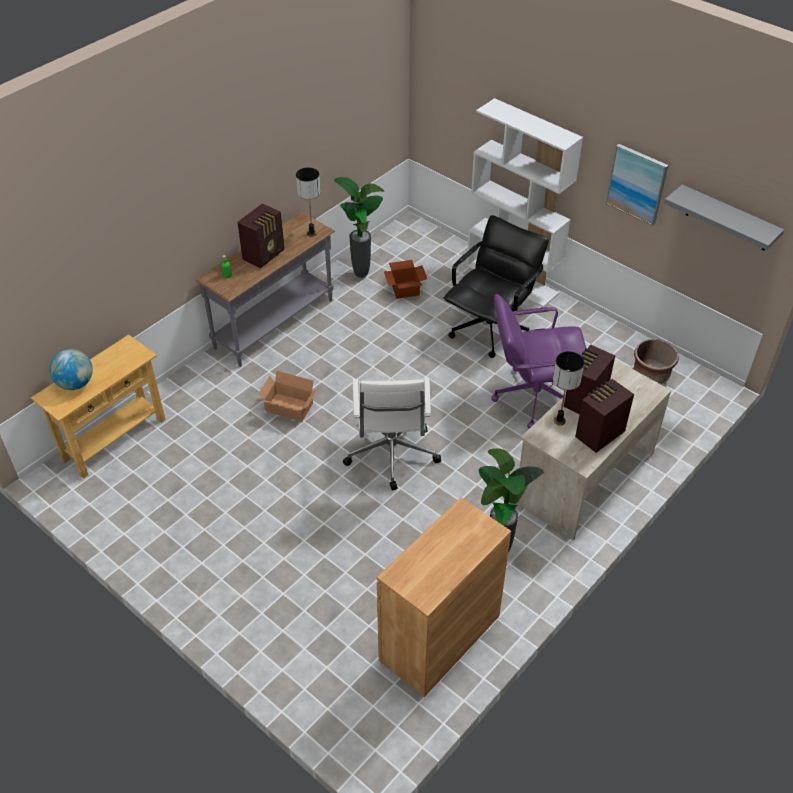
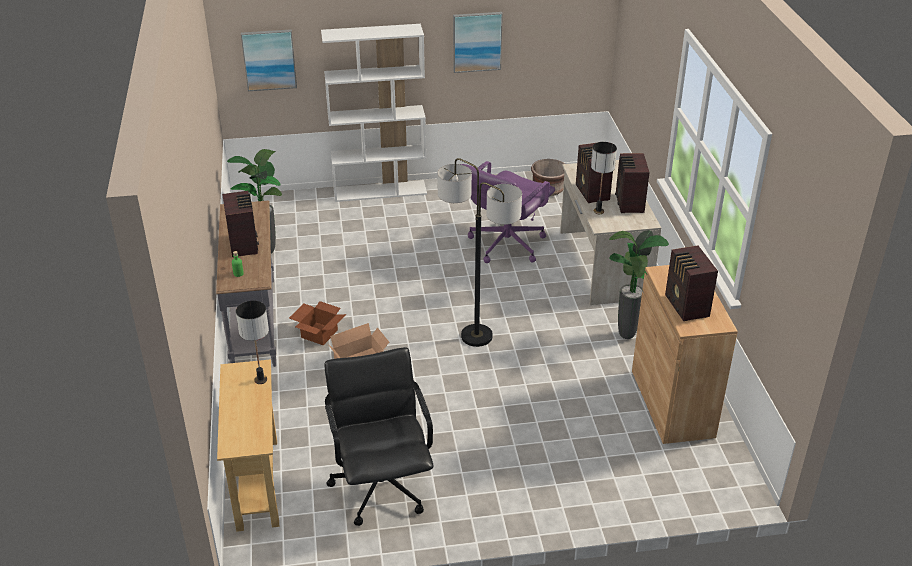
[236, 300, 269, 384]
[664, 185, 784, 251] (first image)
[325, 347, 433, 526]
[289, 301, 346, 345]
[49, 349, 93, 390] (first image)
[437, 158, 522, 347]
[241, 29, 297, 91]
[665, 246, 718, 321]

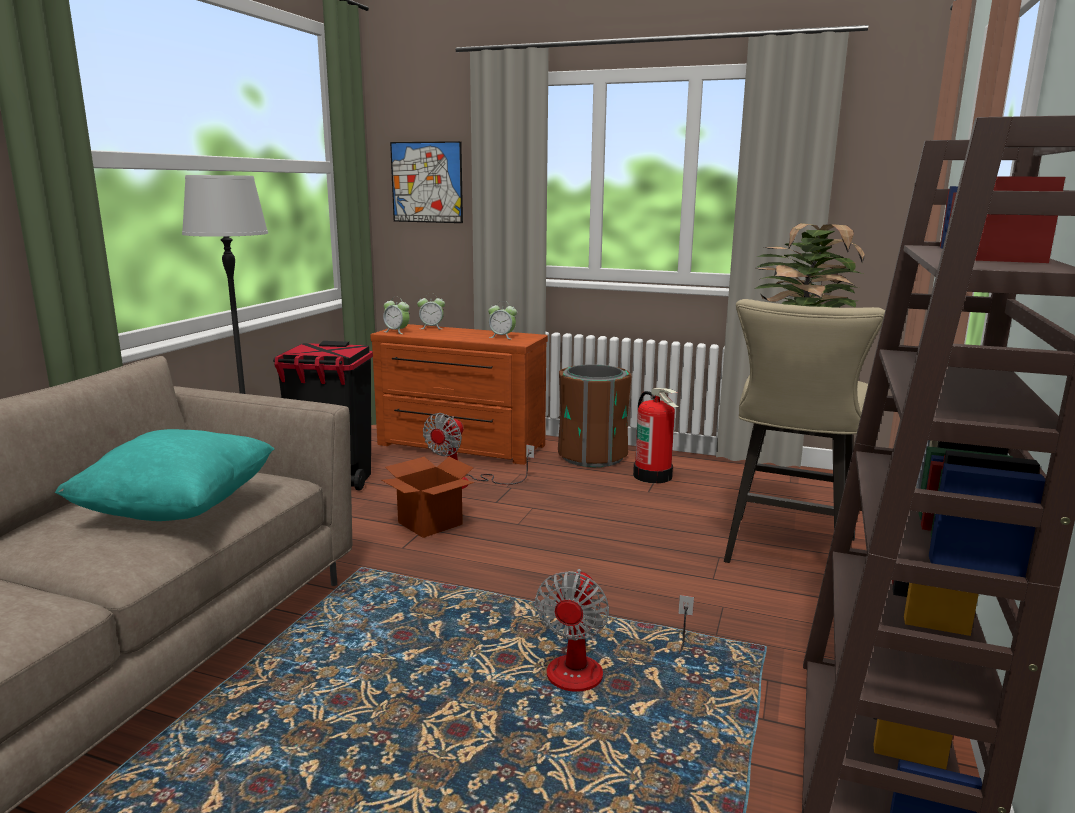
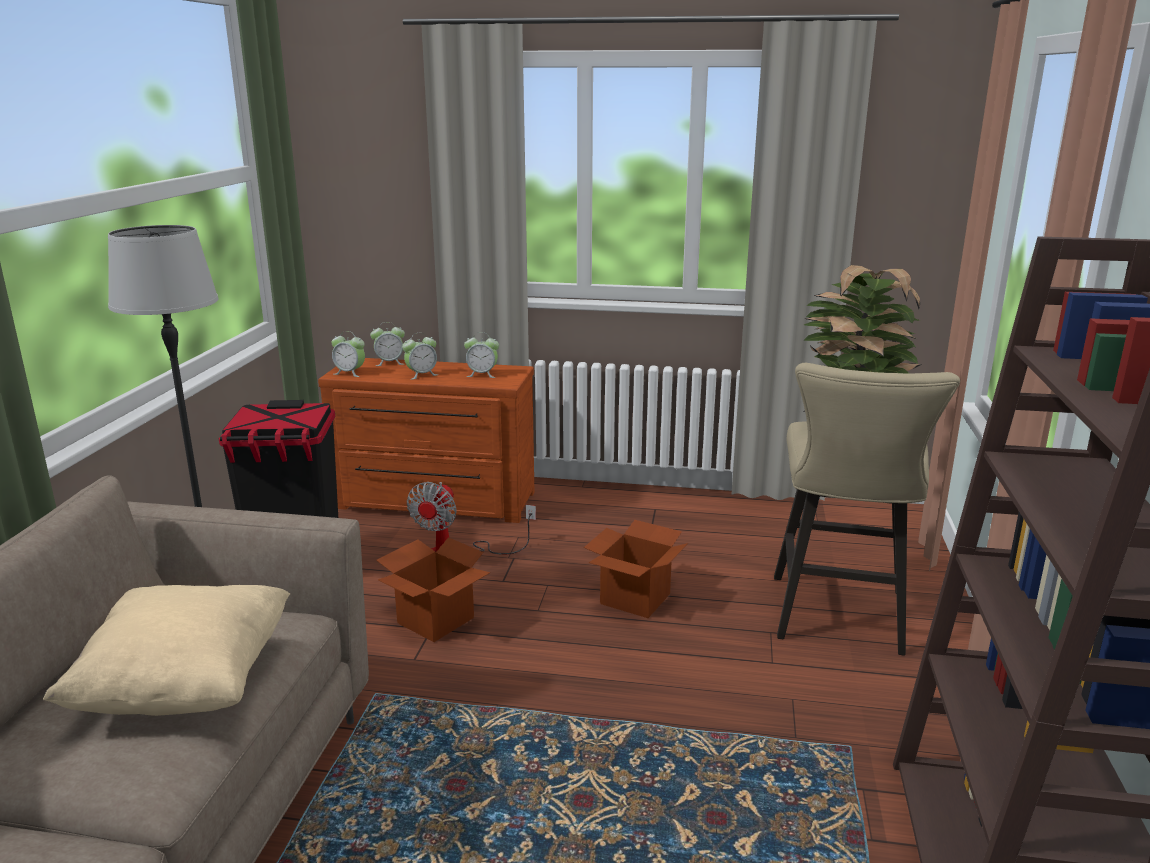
[390, 141, 463, 223] (first image)
[558, 364, 631, 467] (first image)
[633, 388, 678, 483] (first image)
[43, 585, 290, 716]
[535, 569, 694, 692] (first image)
[402, 333, 438, 380]
[584, 520, 688, 618]

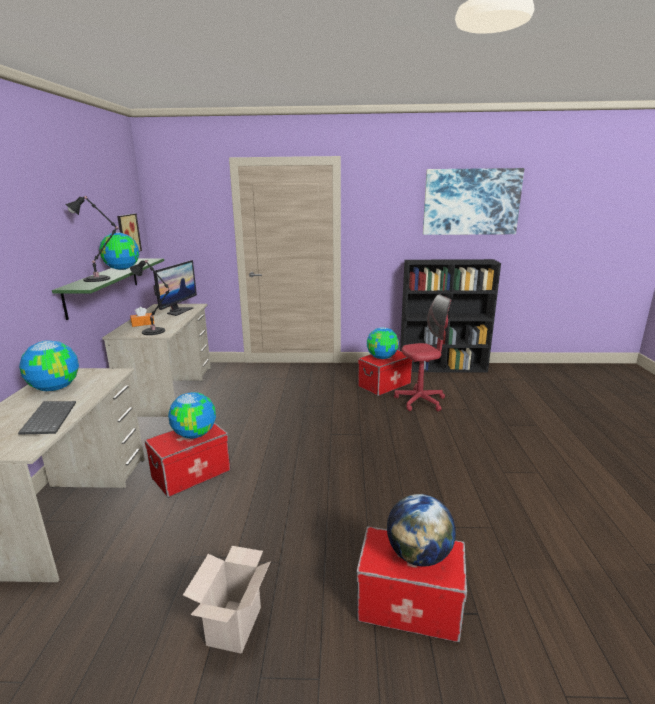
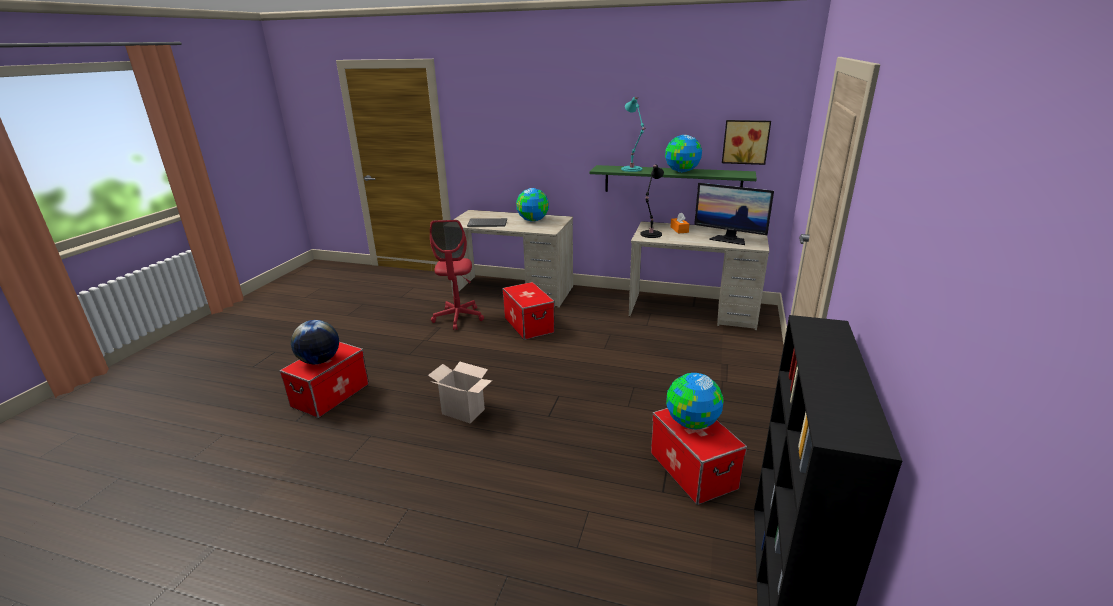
[423, 168, 524, 235] (first image)
[621, 97, 646, 172]
[430, 220, 484, 330]
[168, 392, 216, 439] (first image)
[428, 362, 492, 423]

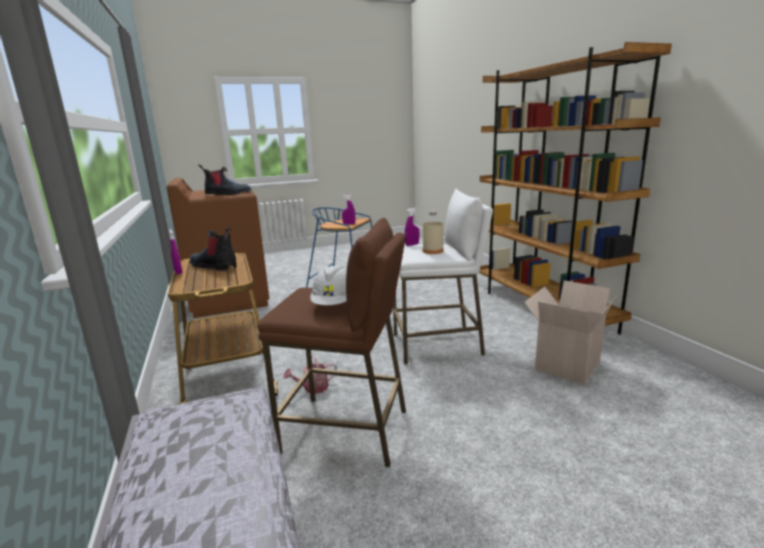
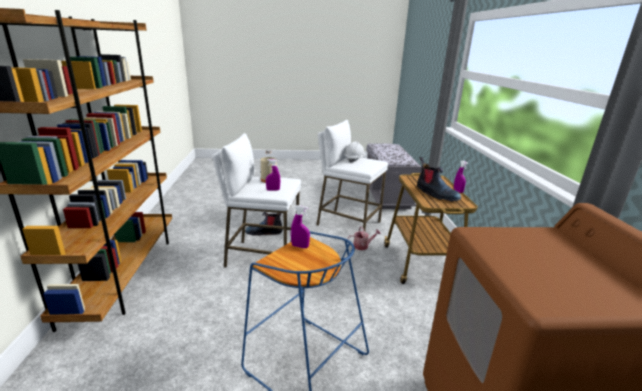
[245, 212, 283, 235]
[316, 120, 388, 231]
[524, 280, 617, 385] (first image)

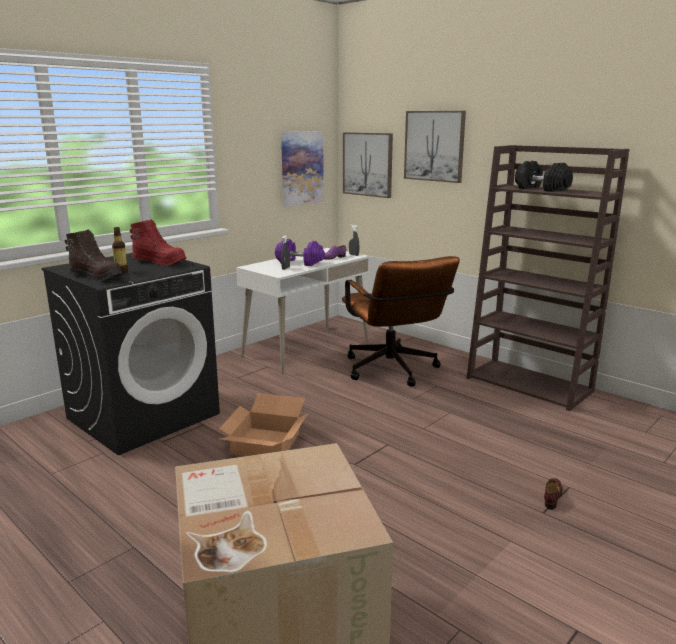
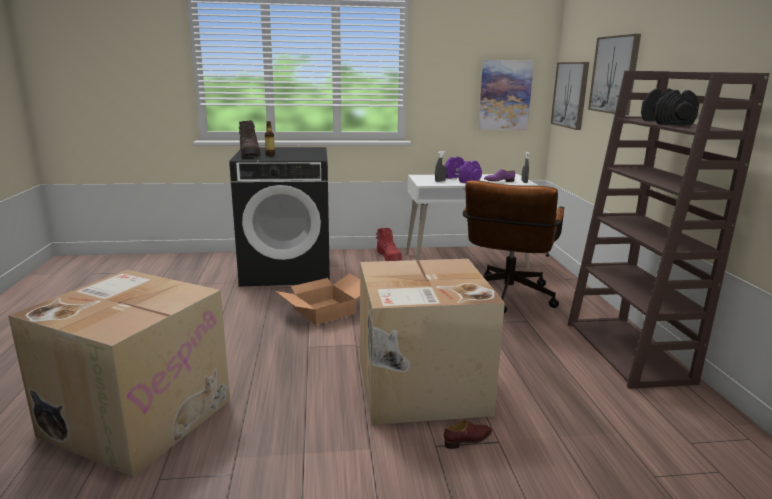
[376, 228, 402, 261]
[360, 259, 505, 425]

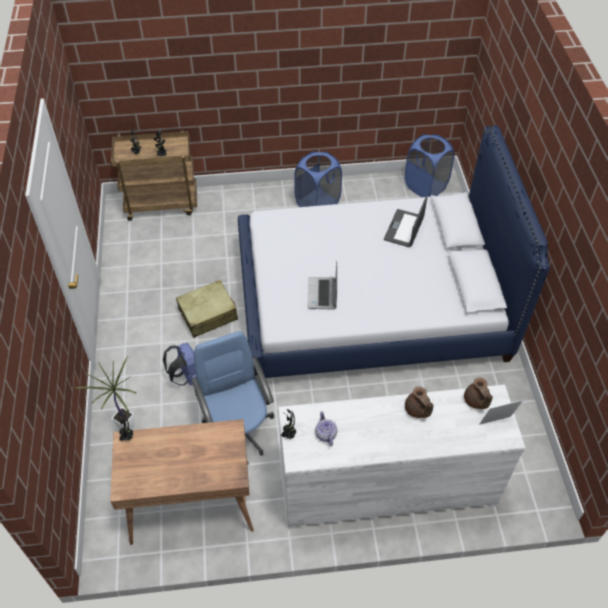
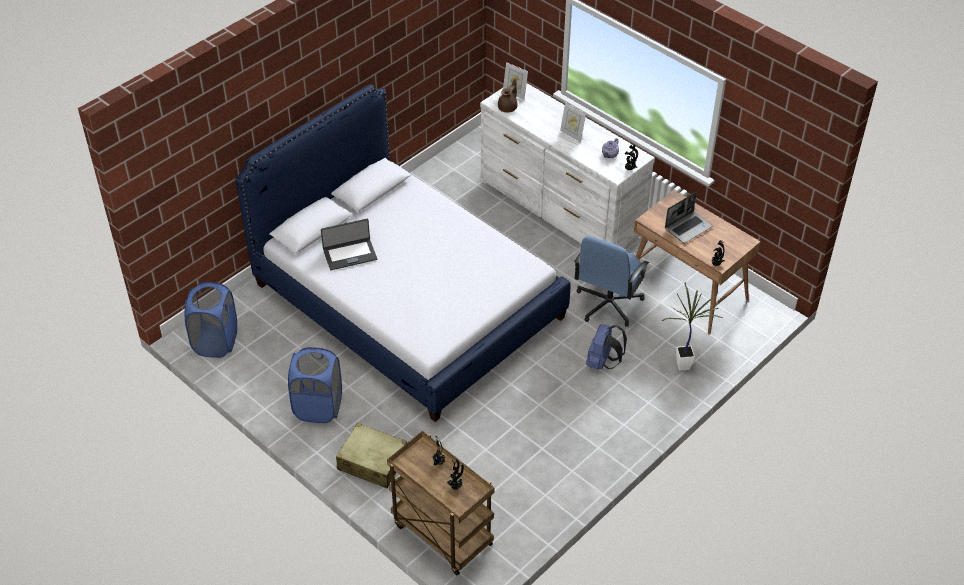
[665, 192, 712, 243]
[336, 423, 407, 488]
[405, 387, 434, 418] (first image)
[560, 102, 586, 142]

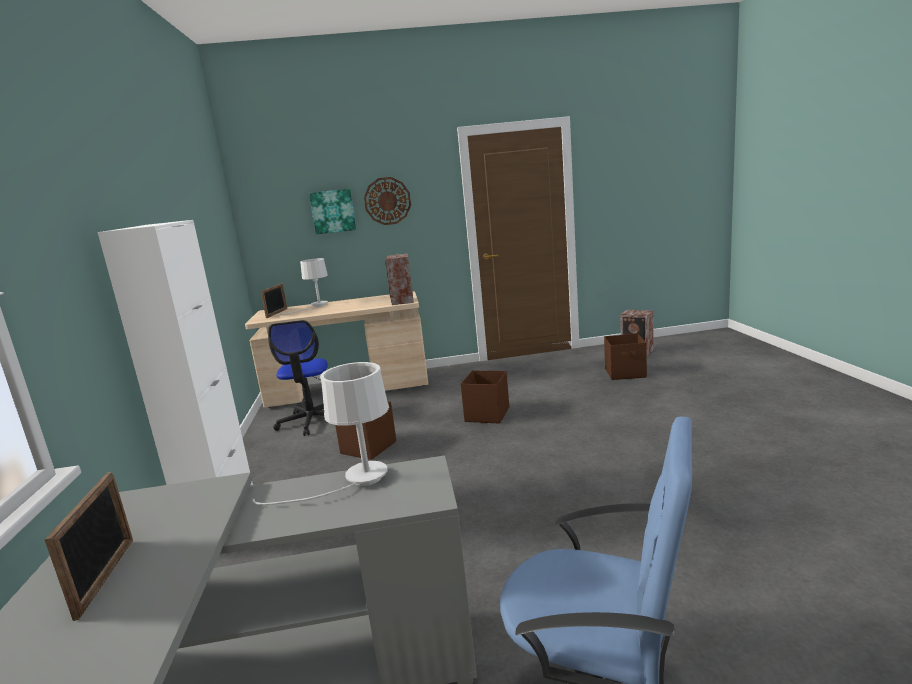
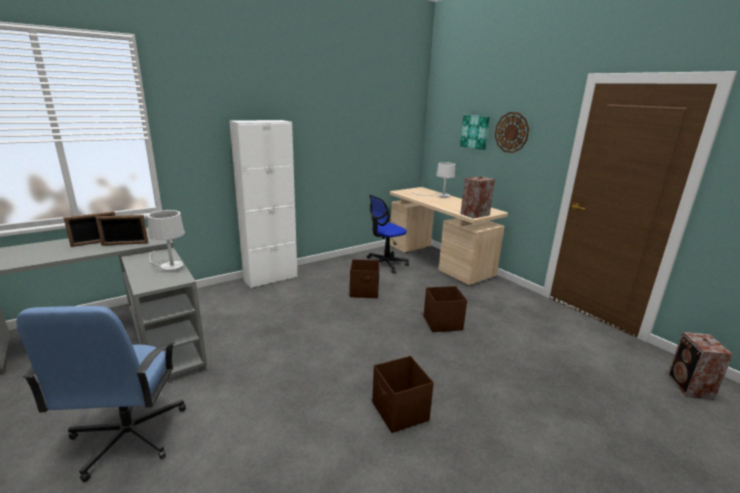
[95, 215, 148, 246]
[372, 356, 434, 433]

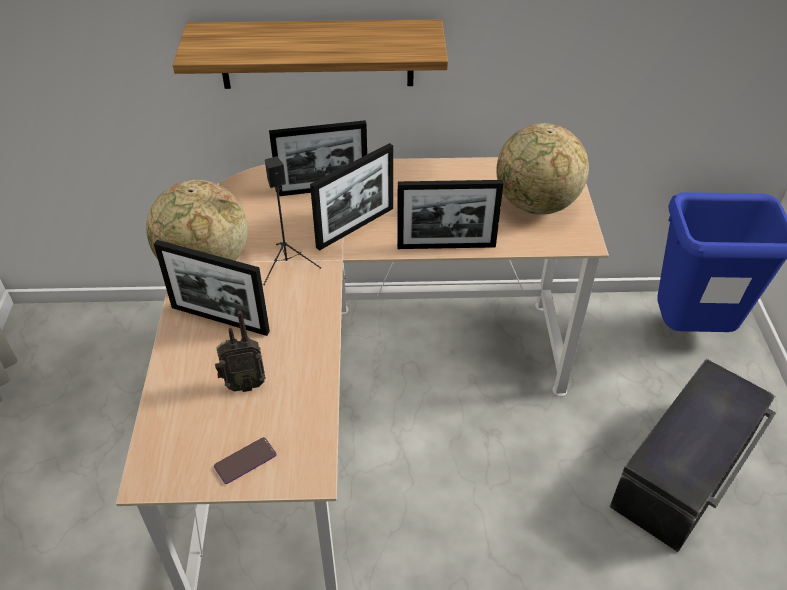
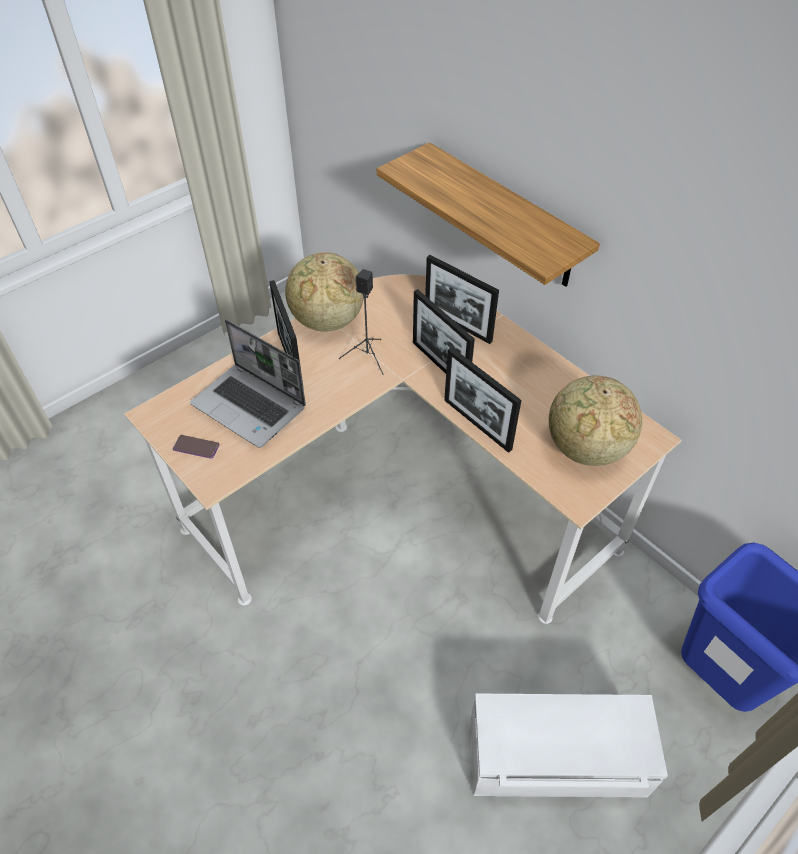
[413, 289, 475, 374]
[190, 320, 306, 448]
[470, 693, 668, 798]

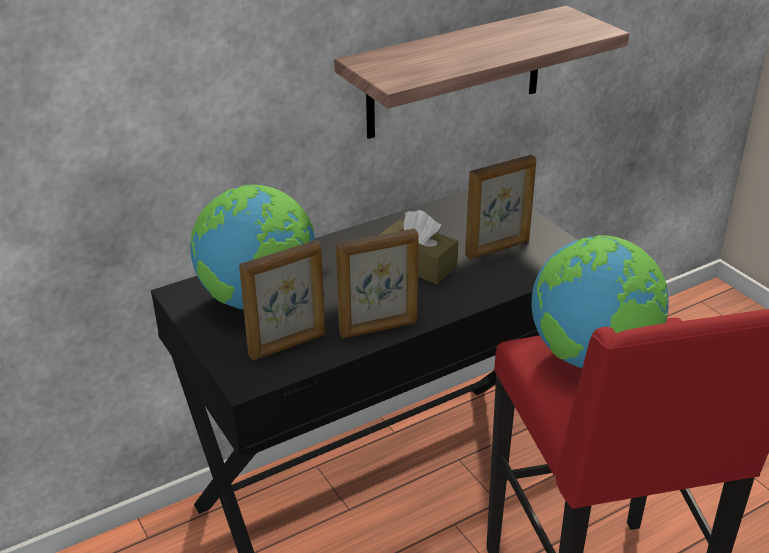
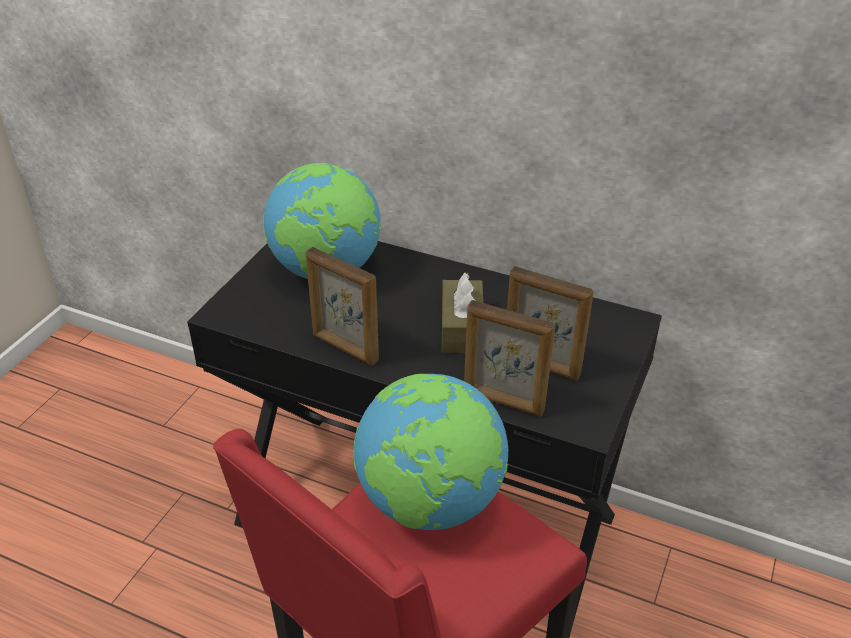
[334, 6, 629, 139] (first image)
[464, 300, 555, 417]

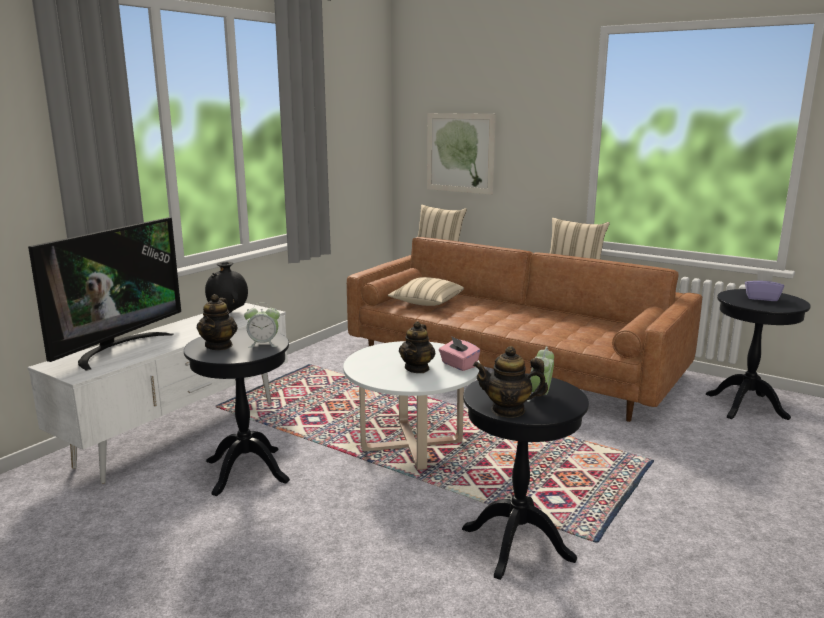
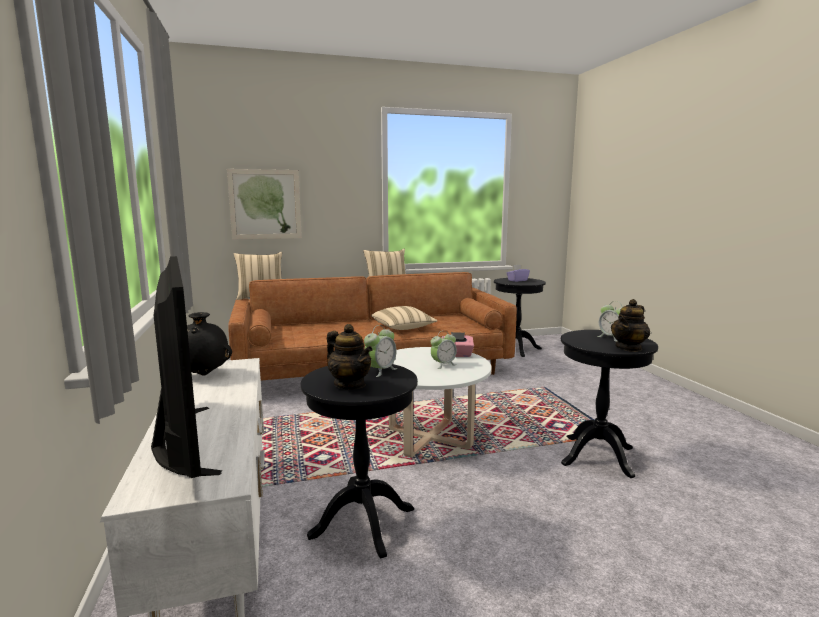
[371, 306, 438, 330]
[431, 331, 457, 369]

